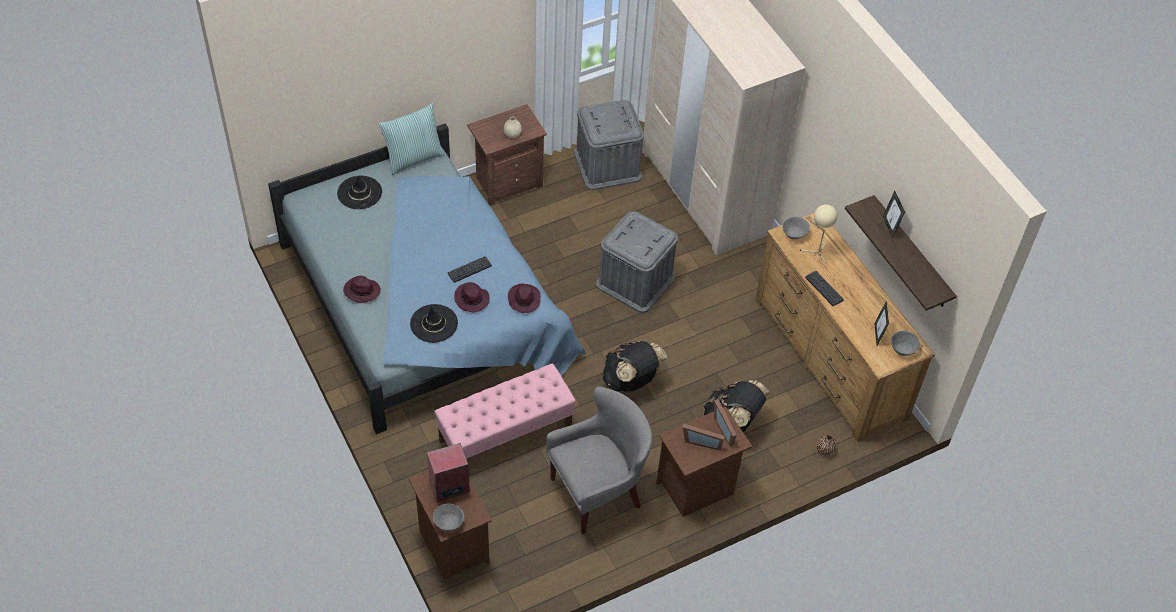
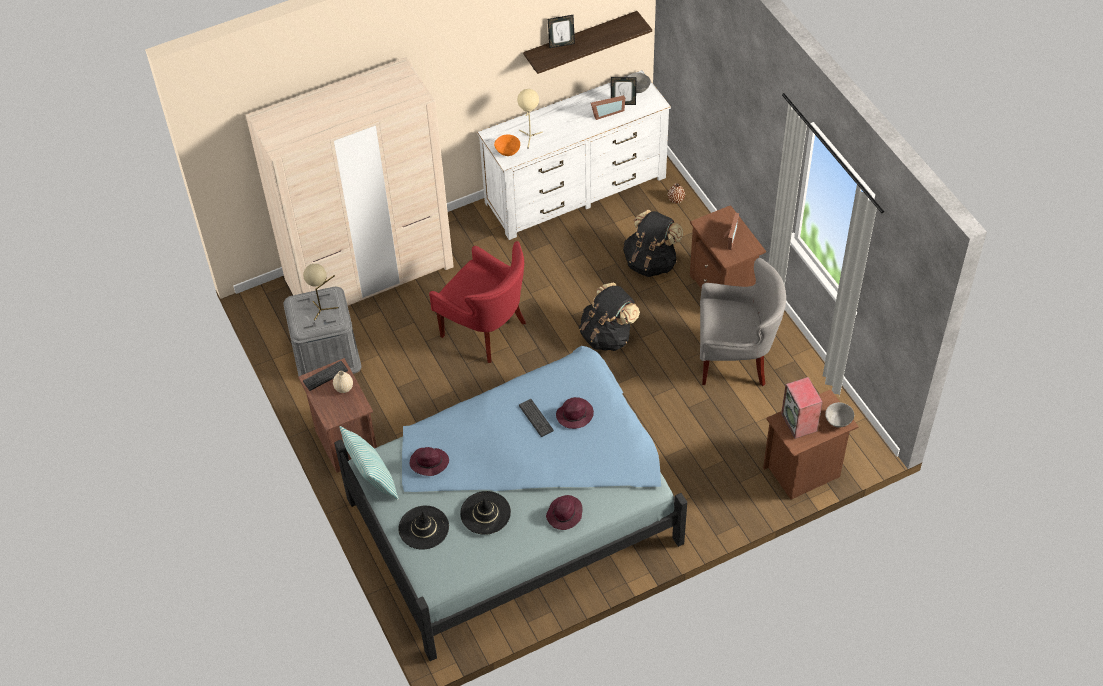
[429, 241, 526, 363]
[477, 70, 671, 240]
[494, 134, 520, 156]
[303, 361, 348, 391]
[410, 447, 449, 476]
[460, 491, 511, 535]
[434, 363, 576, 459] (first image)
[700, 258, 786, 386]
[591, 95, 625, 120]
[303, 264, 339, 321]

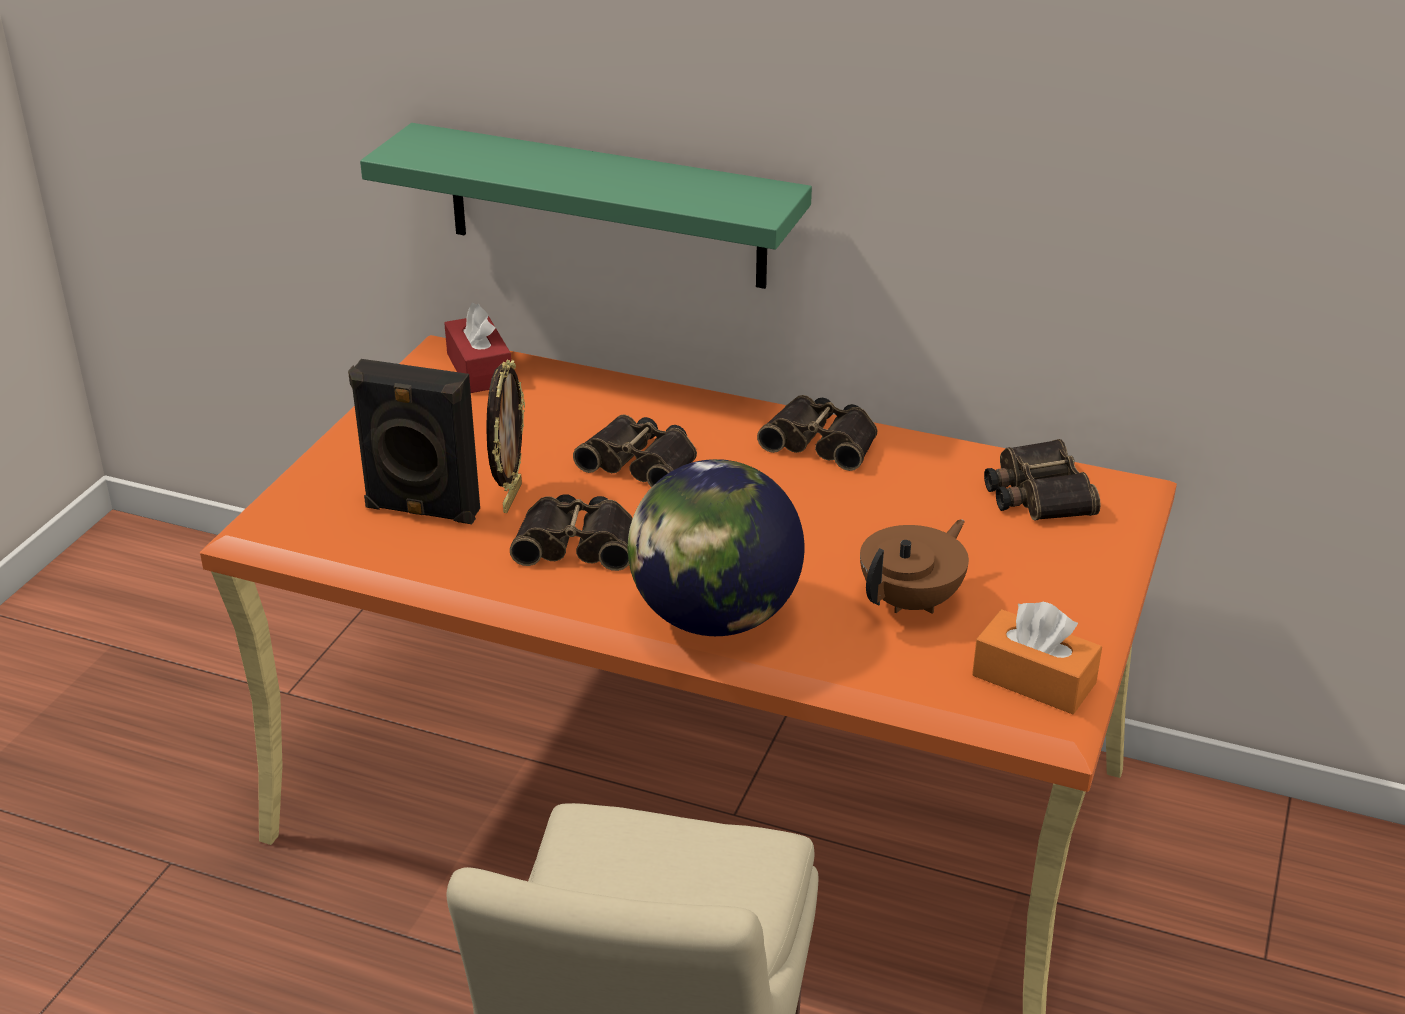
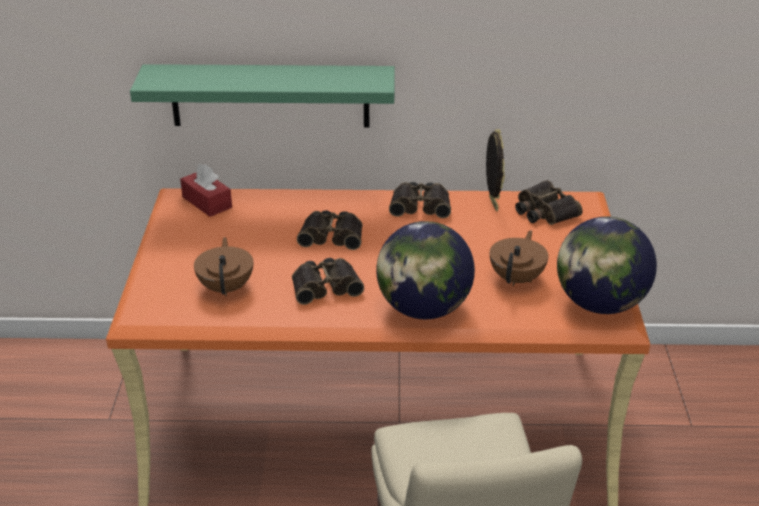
[194, 237, 253, 296]
[486, 129, 505, 211]
[557, 217, 657, 314]

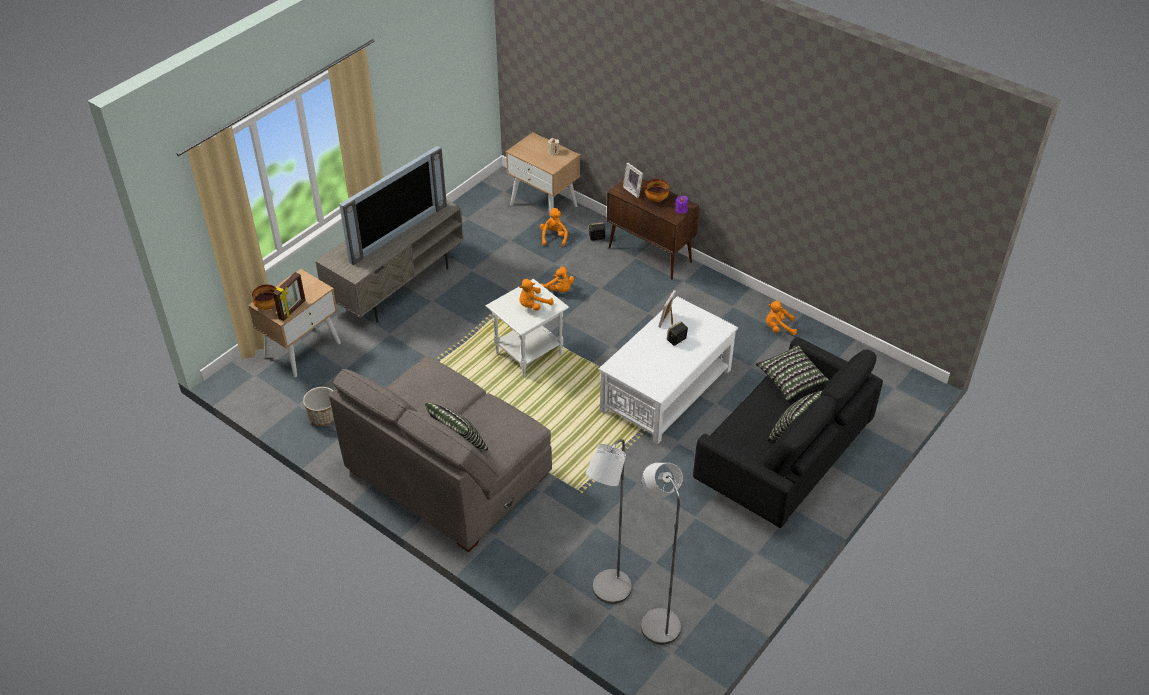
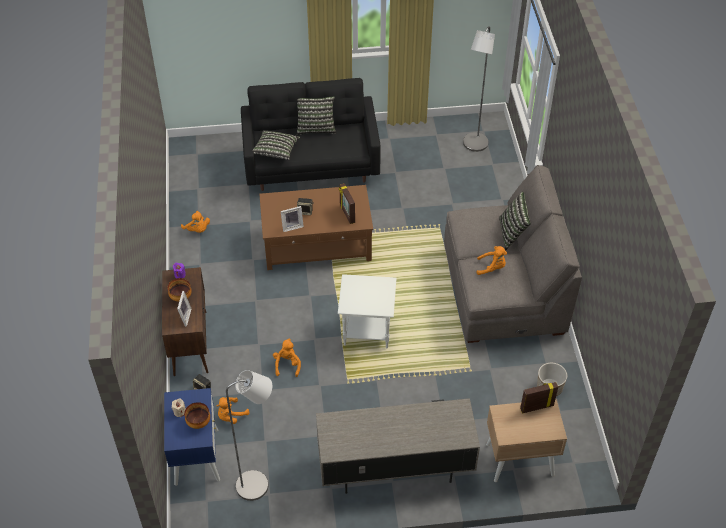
[164, 388, 220, 486]
[339, 146, 447, 265] (first image)
[477, 246, 507, 275]
[184, 402, 210, 429]
[259, 185, 373, 270]
[226, 370, 272, 501]
[339, 183, 355, 224]

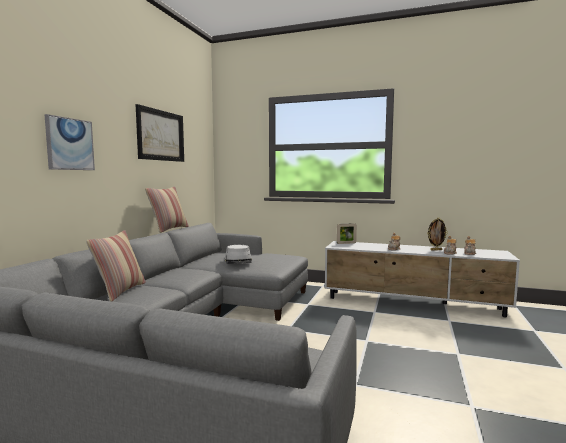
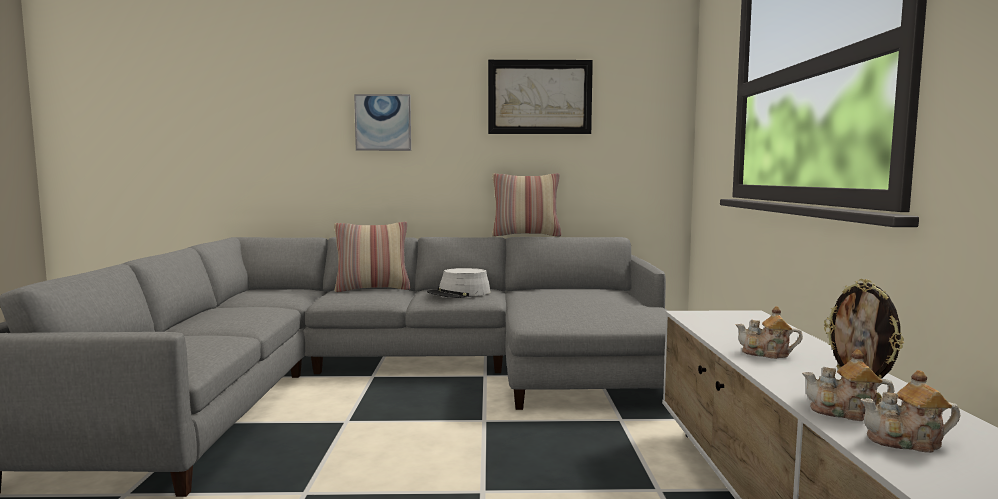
[337, 223, 357, 244] (first image)
[427, 268, 491, 298]

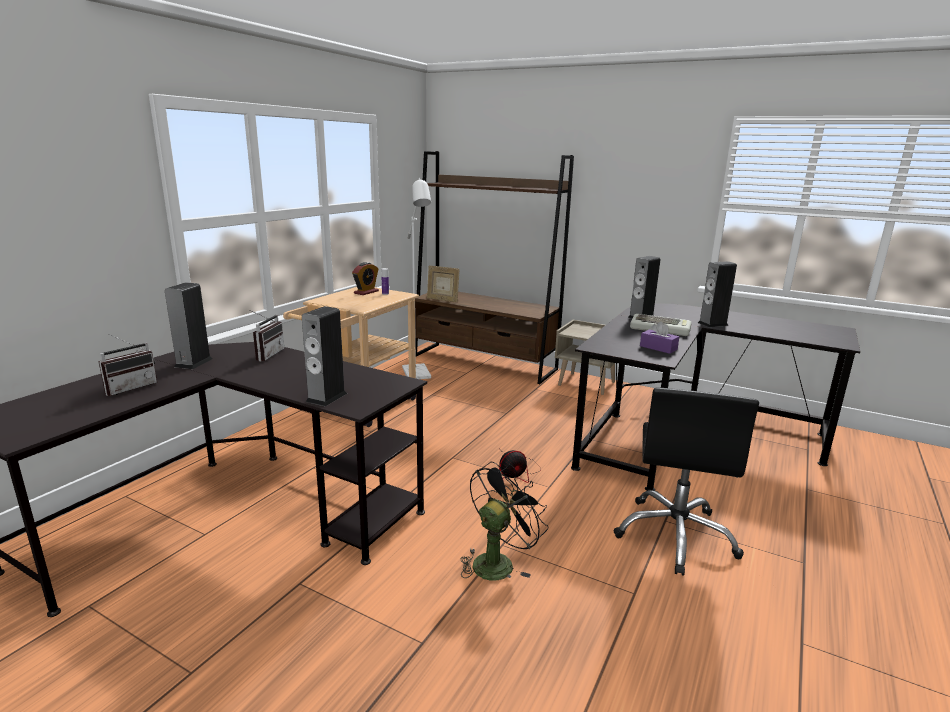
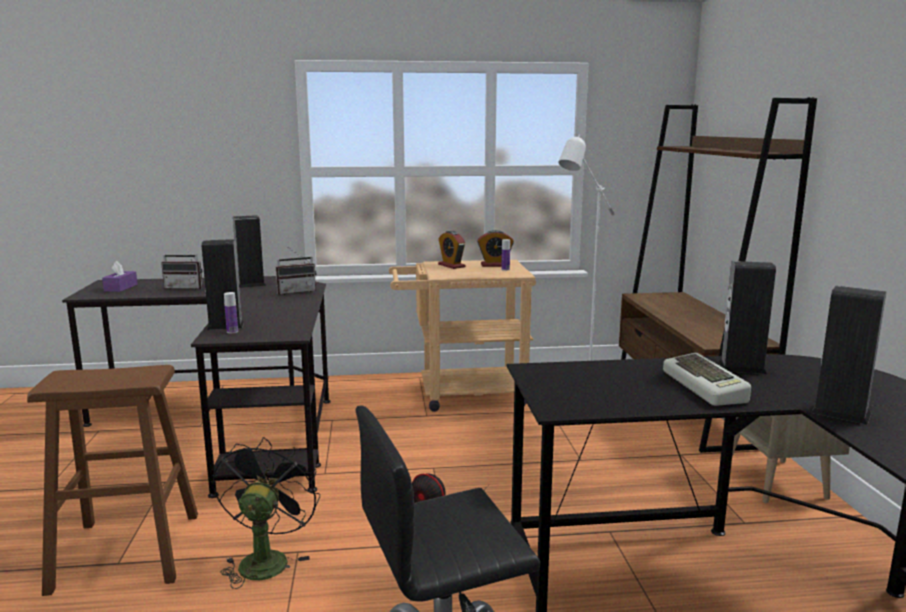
[427, 265, 460, 302] (first image)
[102, 261, 138, 292]
[213, 437, 320, 589]
[438, 231, 465, 269]
[224, 292, 238, 333]
[27, 365, 198, 596]

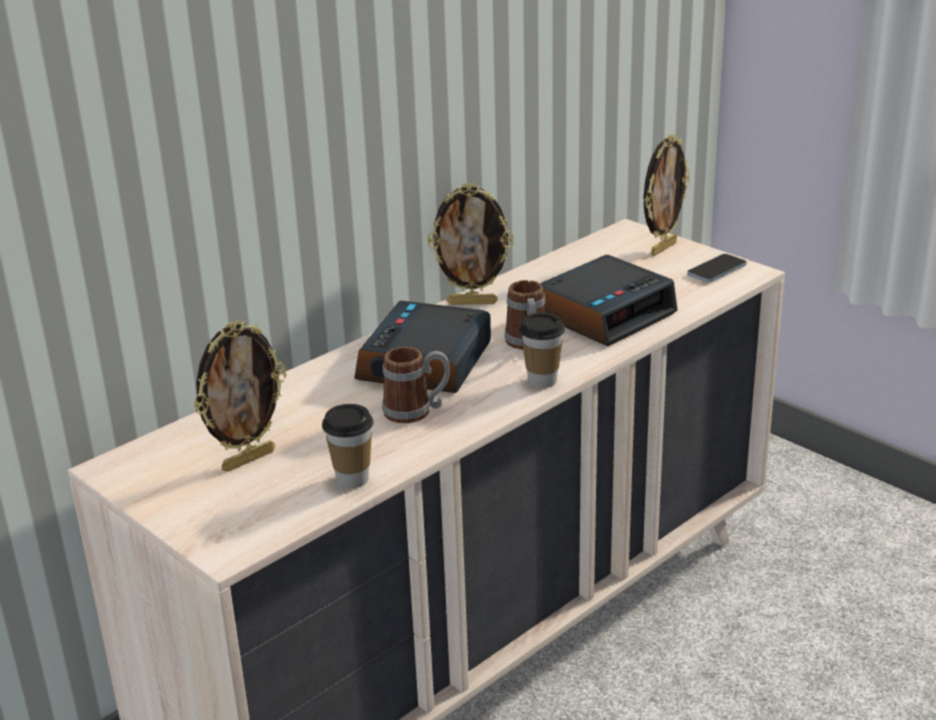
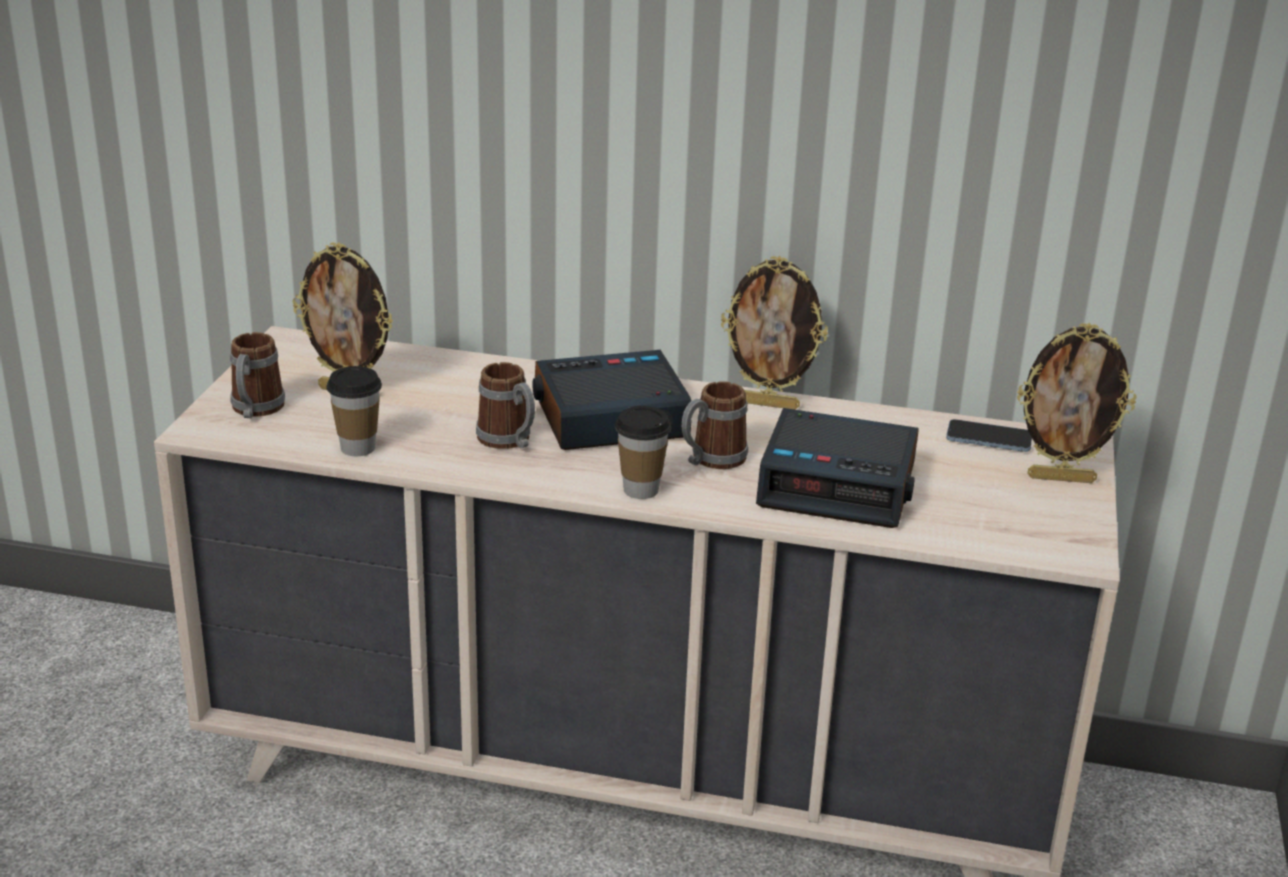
[721, 256, 828, 410]
[946, 419, 1032, 452]
[230, 332, 285, 418]

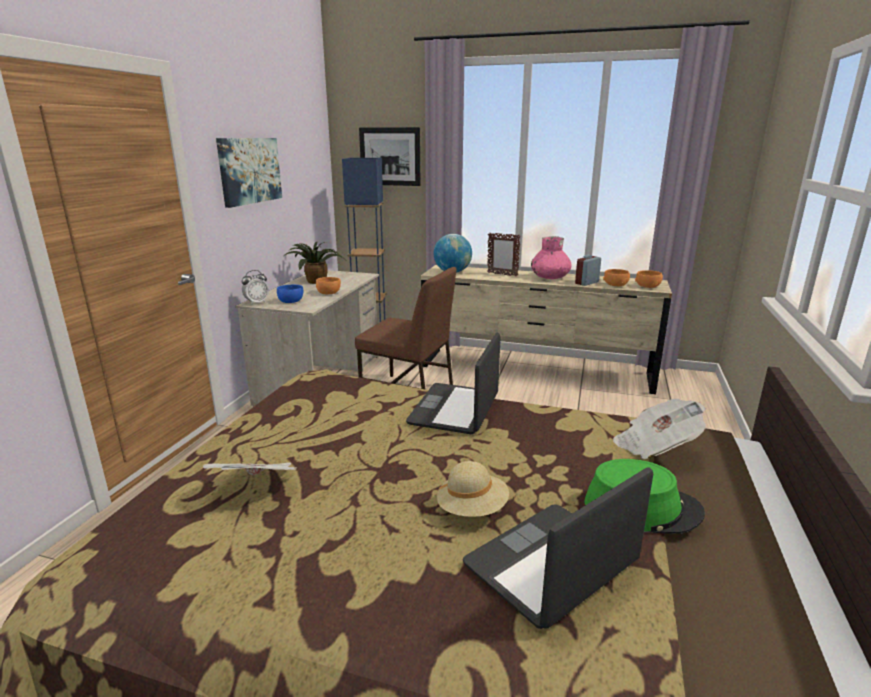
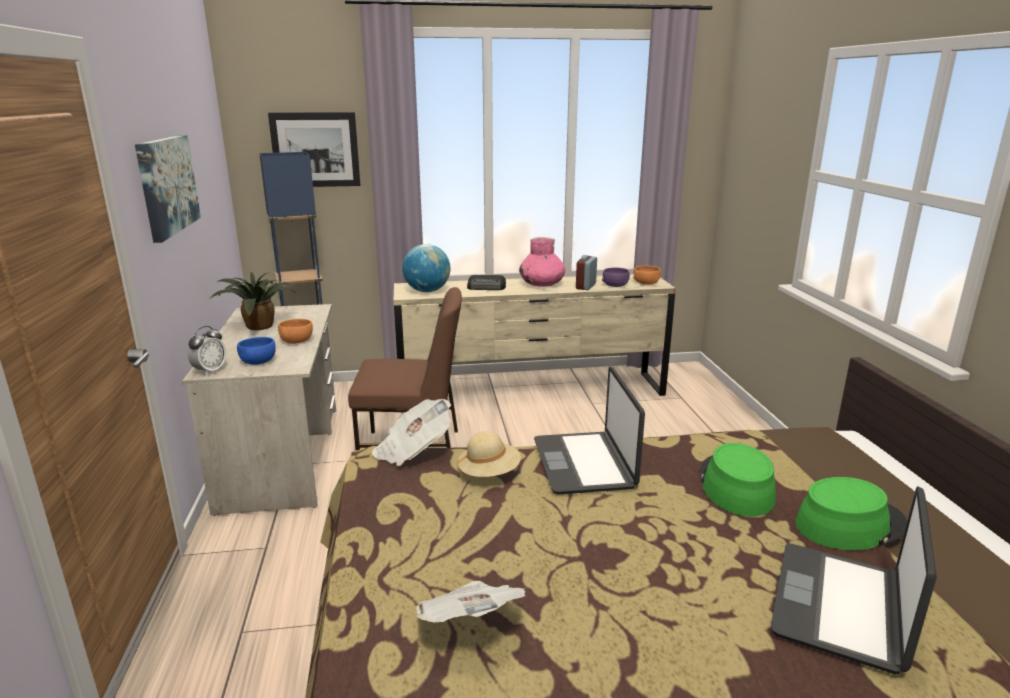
[467, 275, 506, 290]
[602, 268, 630, 287]
[372, 399, 451, 466]
[457, 431, 521, 477]
[699, 443, 776, 517]

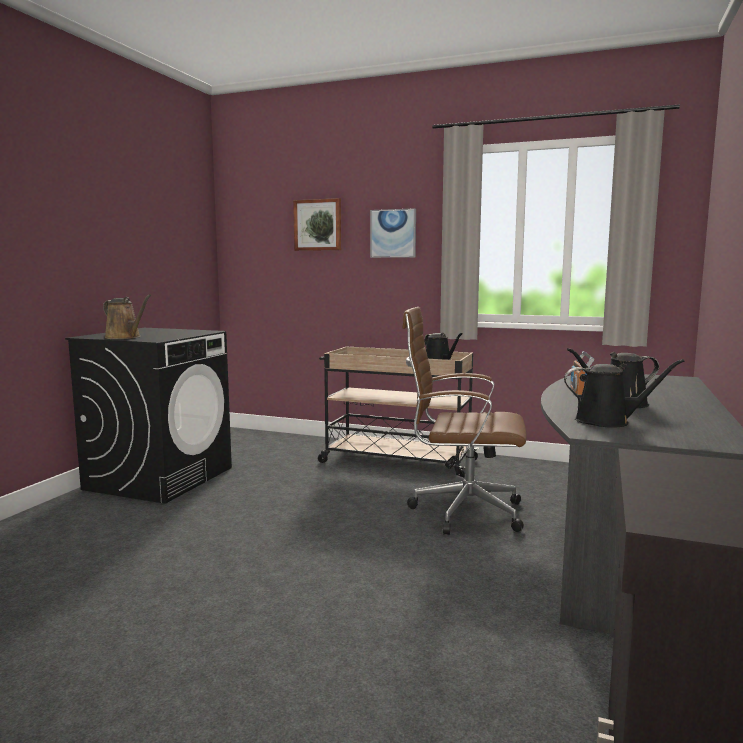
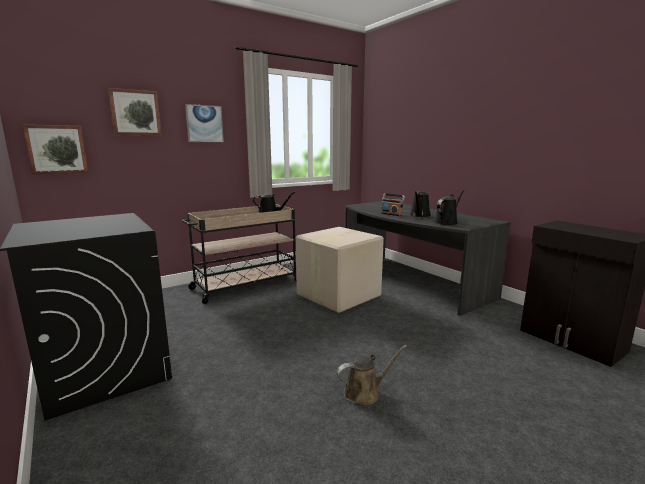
[337, 345, 407, 405]
[296, 227, 384, 313]
[23, 125, 88, 175]

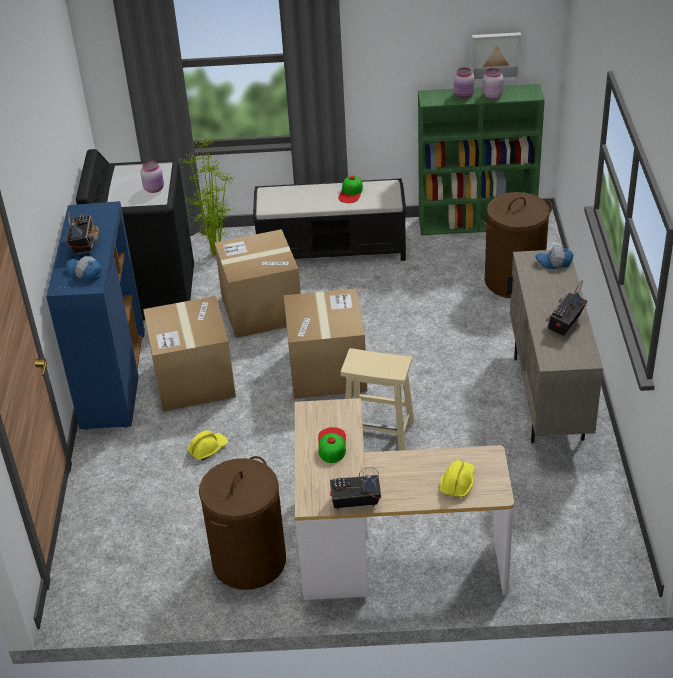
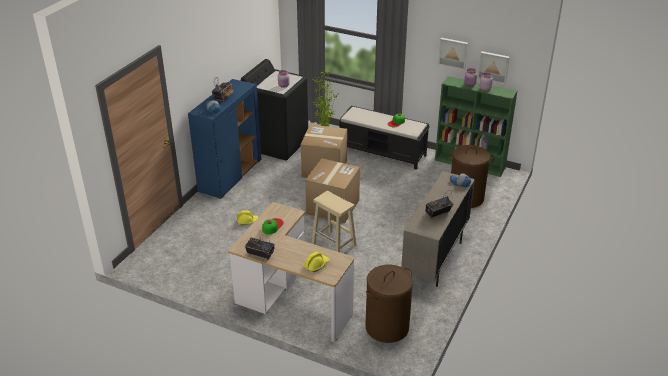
[143, 296, 236, 412] (first image)
[365, 265, 413, 343]
[438, 38, 468, 70]

